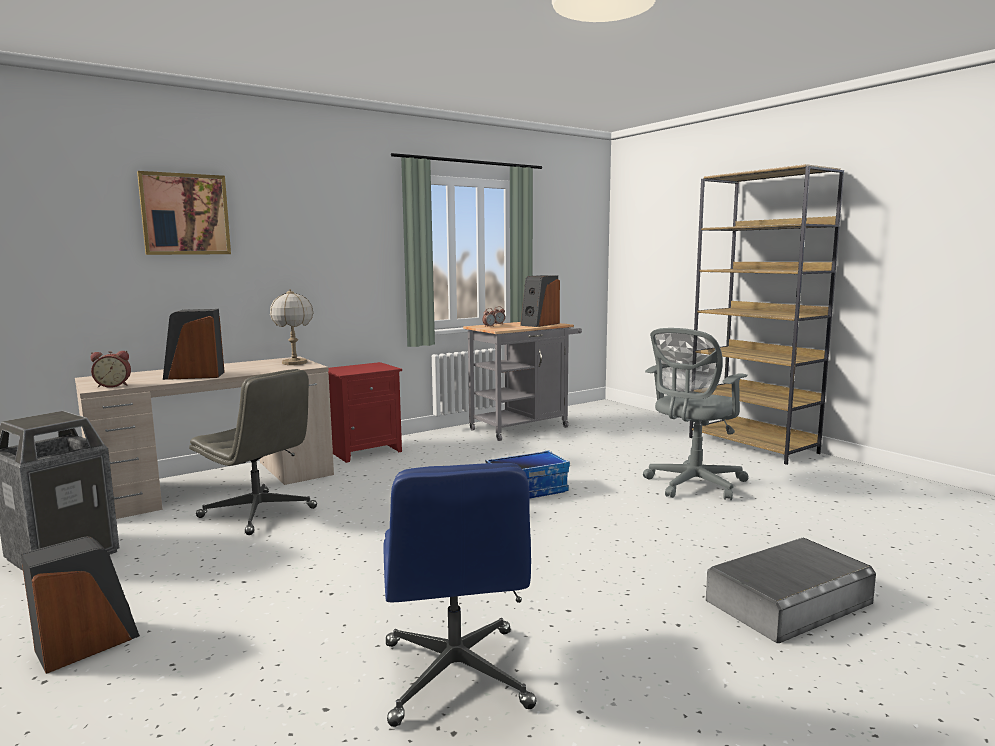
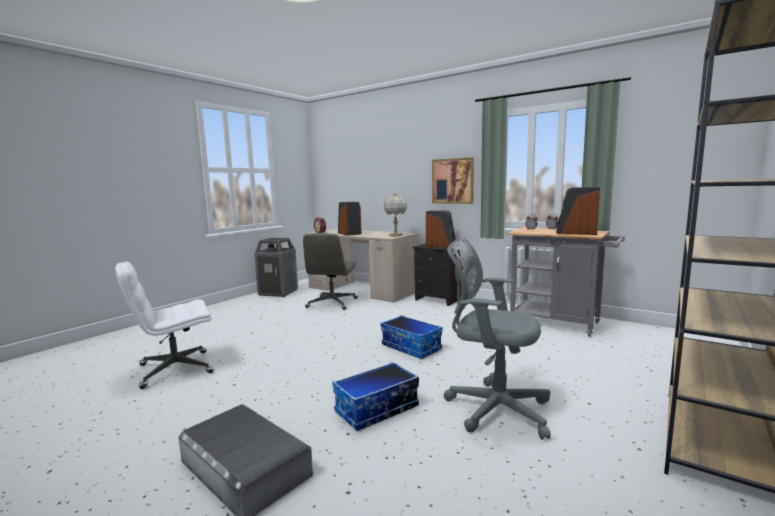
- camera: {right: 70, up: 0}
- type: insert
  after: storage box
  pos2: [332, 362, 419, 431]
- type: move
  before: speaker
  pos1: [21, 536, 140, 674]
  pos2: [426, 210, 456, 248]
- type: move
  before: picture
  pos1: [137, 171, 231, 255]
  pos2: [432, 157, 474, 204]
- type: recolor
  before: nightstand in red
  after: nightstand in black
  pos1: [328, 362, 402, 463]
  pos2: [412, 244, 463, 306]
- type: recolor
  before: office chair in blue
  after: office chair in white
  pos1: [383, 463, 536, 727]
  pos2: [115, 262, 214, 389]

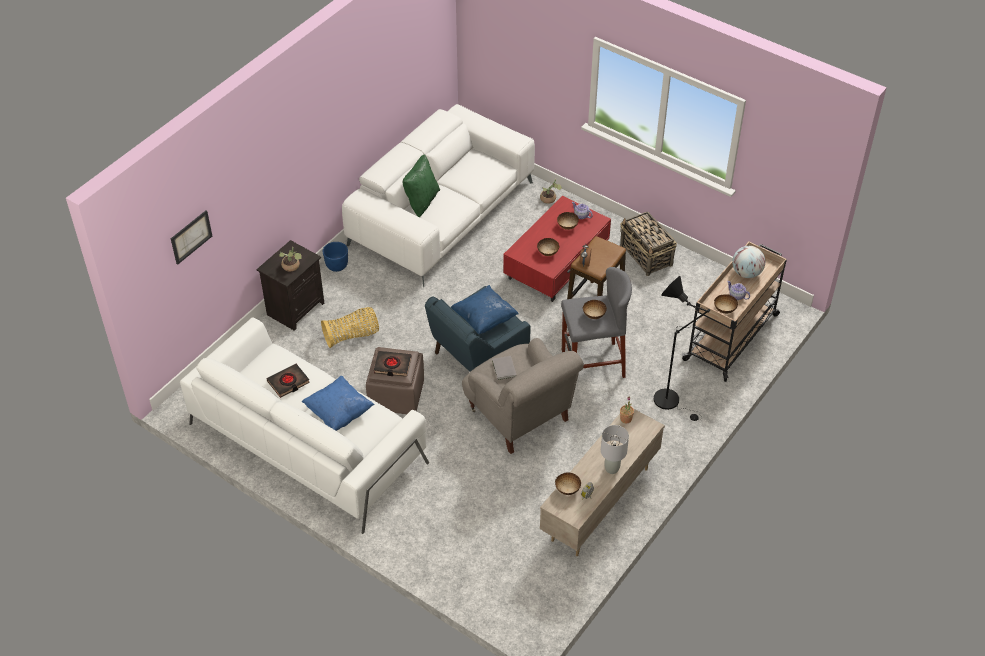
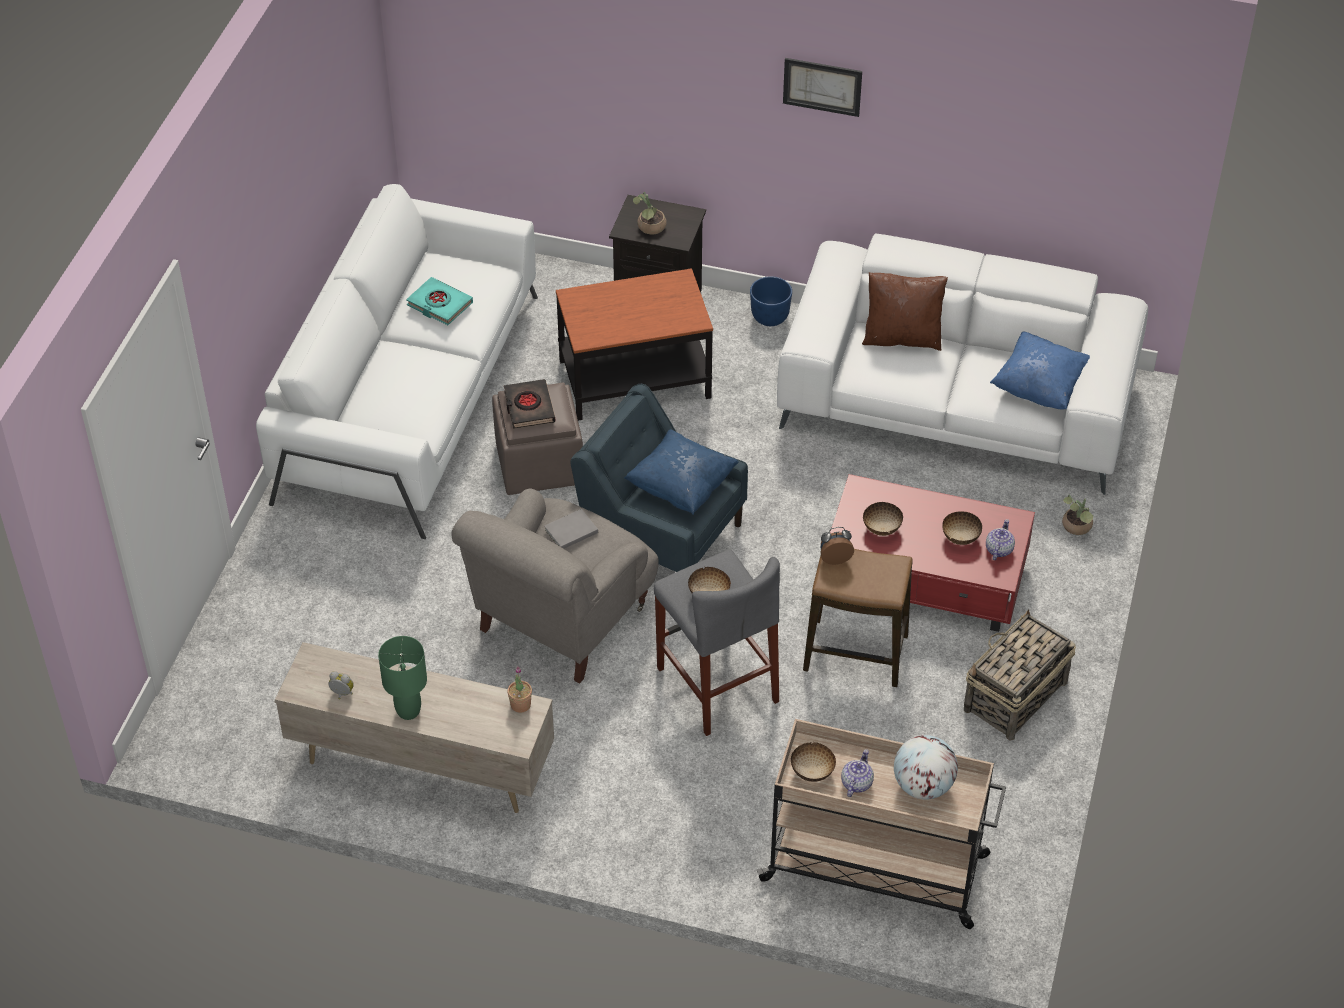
- camera: {right: 70, up: 0}
- type: delete
  before: bowl
  pos1: [555, 472, 581, 495]
- type: delete
  before: floor lamp in black
  pos1: [654, 276, 710, 421]
- type: move
  before: picture
  pos1: [171, 210, 212, 265]
  pos2: [783, 58, 862, 117]
- type: move
  before: pillow in blue
  pos1: [302, 376, 375, 431]
  pos2: [990, 332, 1090, 410]
- type: replace
  before: basket
  after: side table
  pos1: [321, 307, 379, 348]
  pos2: [556, 268, 713, 421]
- type: recolor
  before: book in black
  after: book in turquoise
  pos1: [266, 364, 310, 398]
  pos2: [406, 277, 473, 325]
- type: recolor
  before: pillow in green
  after: pillow in brown
  pos1: [403, 155, 440, 217]
  pos2: [862, 272, 948, 351]
- type: recolor
  before: table lamp in grey
  after: table lamp in green
  pos1: [601, 425, 629, 474]
  pos2: [378, 636, 427, 720]

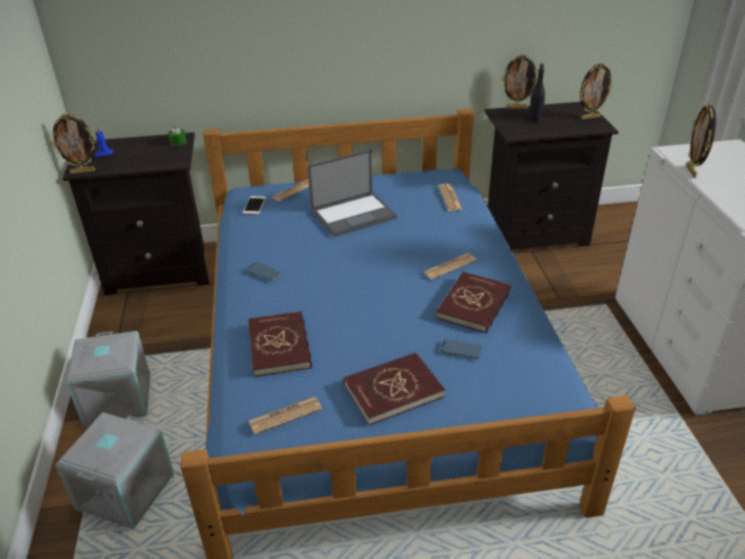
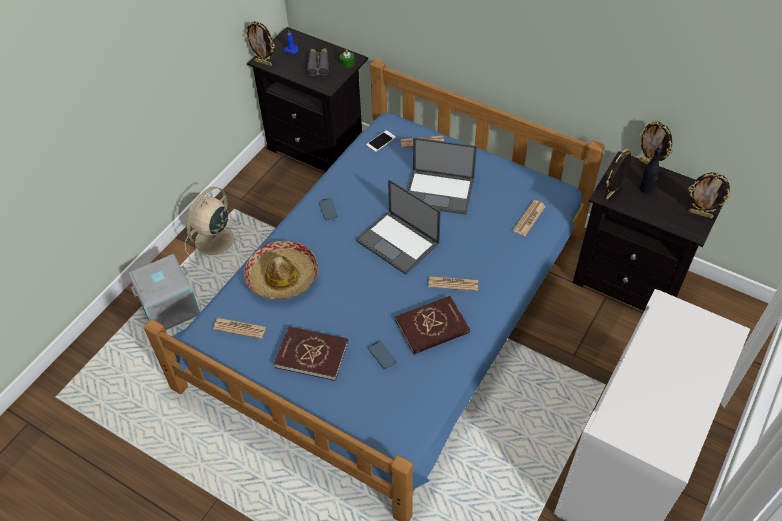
- camera: {right: 40, up: 15}
- type: insert
  after: binoculars in grey
  pos2: [307, 48, 329, 76]
- type: insert
  after: laptop
  pos2: [356, 179, 441, 275]
- type: move
  before: picture frame
  pos1: [686, 102, 716, 178]
  pos2: [606, 149, 631, 199]
- type: replace
  before: storage box in grey
  after: fan in beige
  pos1: [66, 331, 150, 427]
  pos2: [185, 187, 242, 255]
- type: replace
  before: book in red
  after: hat
  pos1: [248, 311, 312, 377]
  pos2: [244, 241, 318, 299]

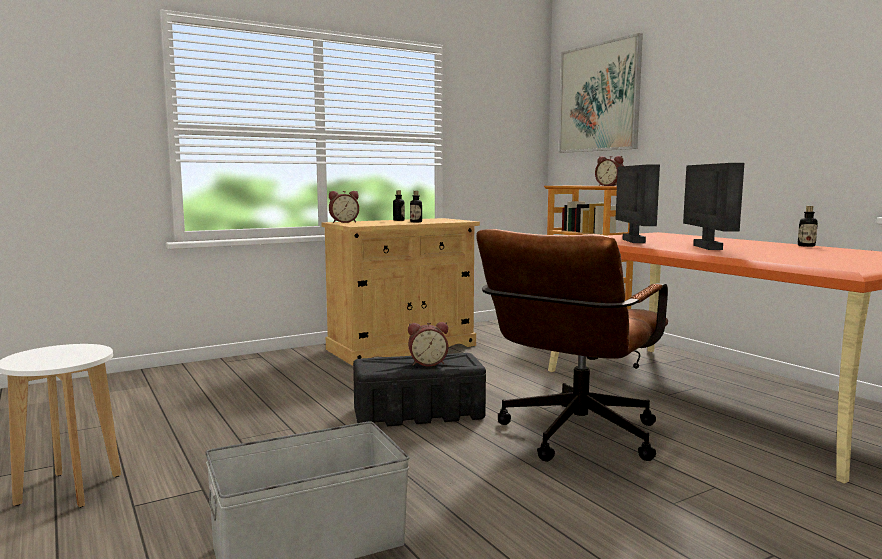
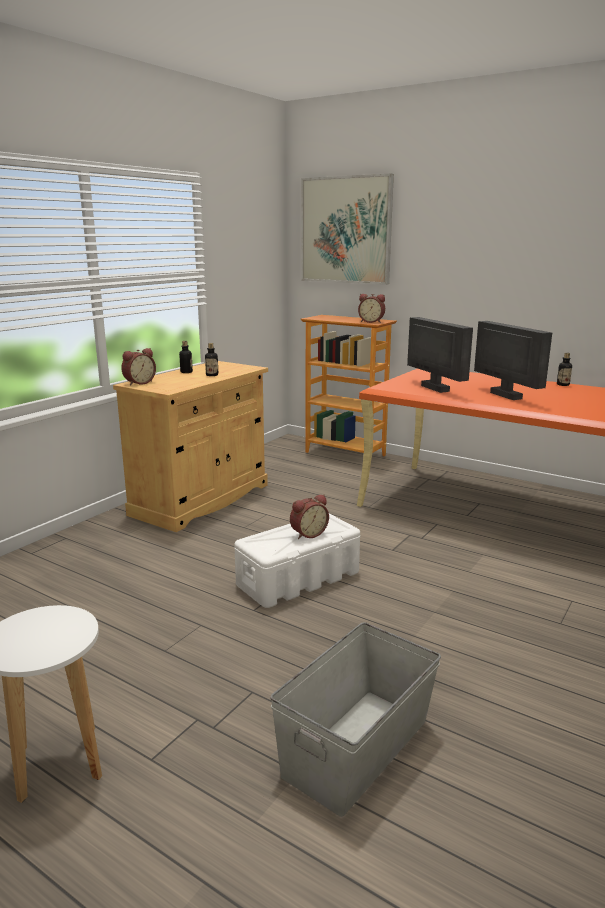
- camera: {right: -25, up: 10}
- type: delete
  before: office chair in brown
  pos1: [476, 229, 668, 461]
- type: recolor
  before: storage box in black
  after: storage box in white
  pos1: [353, 353, 486, 426]
  pos2: [234, 514, 360, 608]

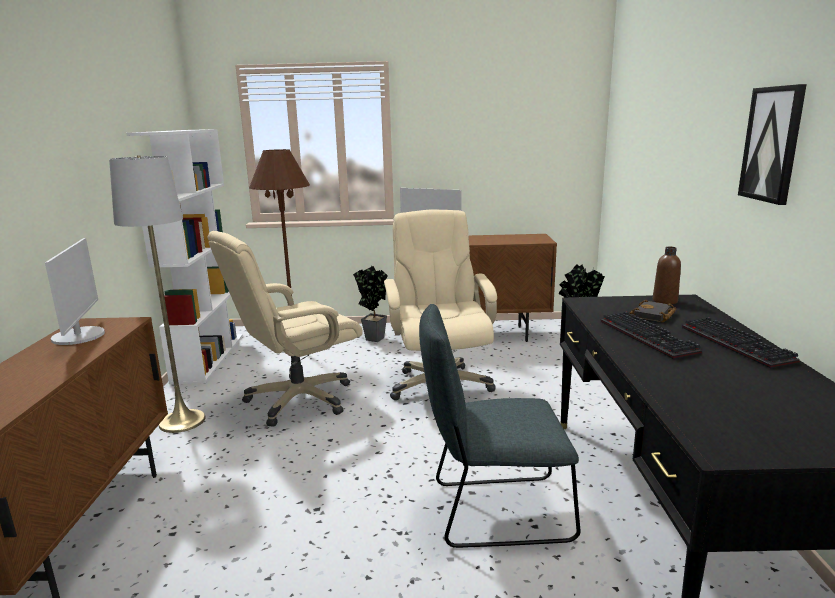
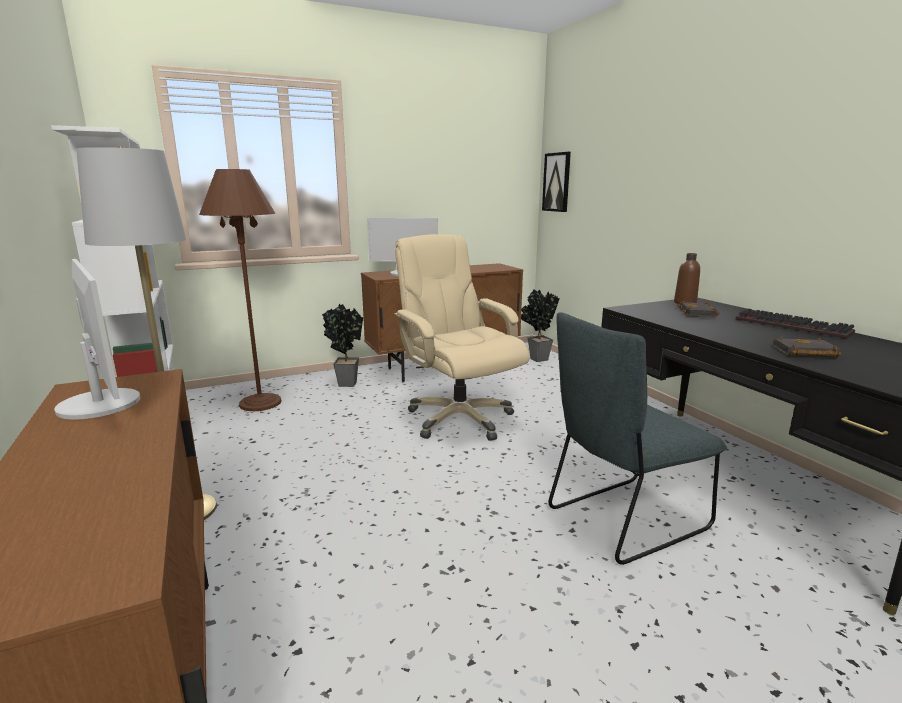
- camera: {right: -25, up: 0}
- type: delete
  before: office chair in beige
  pos1: [207, 231, 363, 427]
- type: delete
  before: keyboard
  pos1: [601, 312, 702, 359]
- type: insert
  after: book in black
  pos2: [774, 337, 841, 358]
- type: move
  before: picture
  pos1: [738, 84, 807, 205]
  pos2: [542, 152, 571, 212]

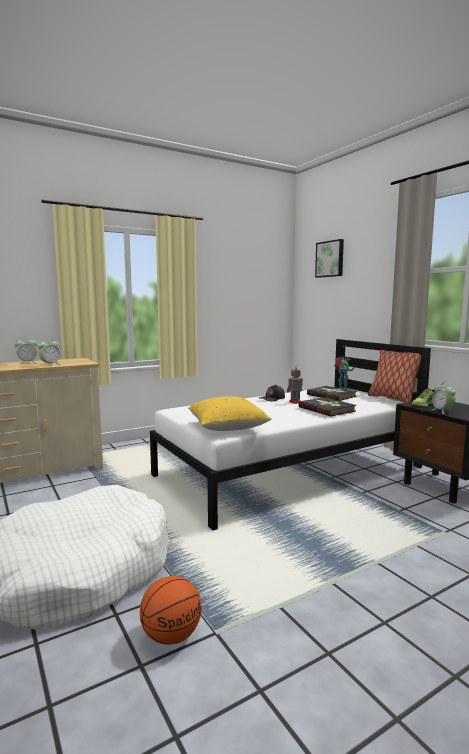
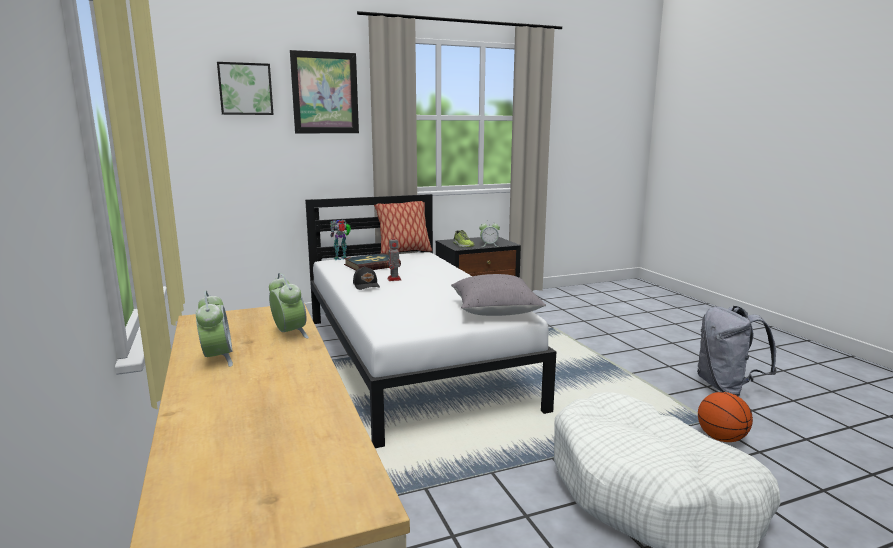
- camera: {right: -80, up: 5}
- type: delete
  before: book
  pos1: [298, 397, 357, 417]
- type: insert
  after: picture
  pos2: [290, 50, 359, 133]
- type: insert
  after: backpack in grey
  pos2: [697, 306, 777, 396]
- type: recolor
  before: pillow in yellow
  after: pillow in grey
  pos1: [188, 396, 272, 431]
  pos2: [451, 274, 546, 316]

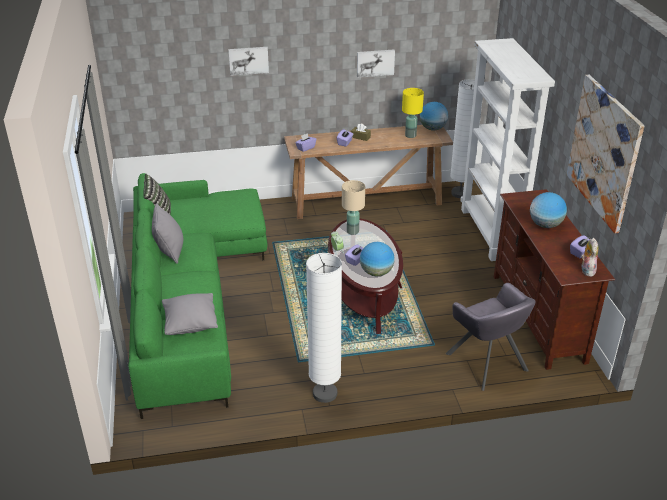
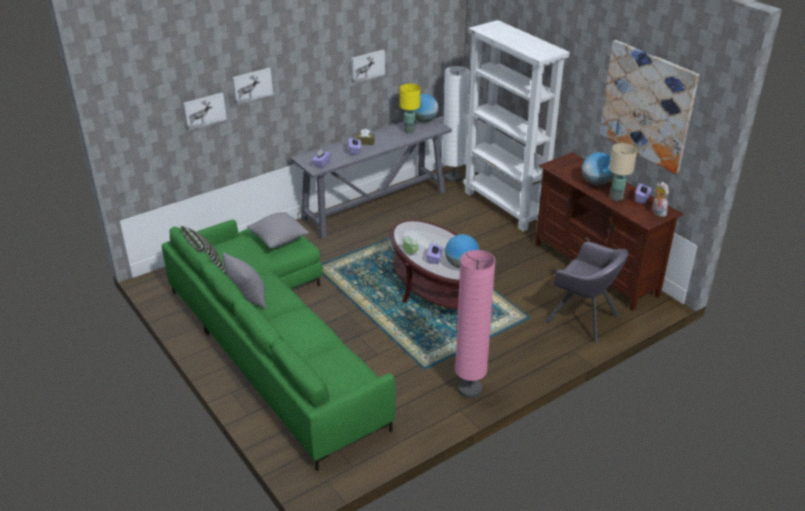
- camera: {right: -25, up: 0}
- type: insert
  after: picture
  pos2: [183, 93, 227, 131]
- type: move
  before: pillow in grey
  pos1: [162, 293, 218, 335]
  pos2: [247, 212, 309, 248]
- type: move
  before: table lamp in beige
  pos1: [342, 180, 365, 235]
  pos2: [609, 143, 637, 201]
- type: recolor
  before: console table in brown
  after: console table in grey
  pos1: [284, 125, 453, 219]
  pos2: [291, 119, 452, 238]
- type: recolor
  before: floor lamp in white
  after: floor lamp in pink
  pos1: [306, 253, 342, 403]
  pos2: [455, 250, 495, 398]

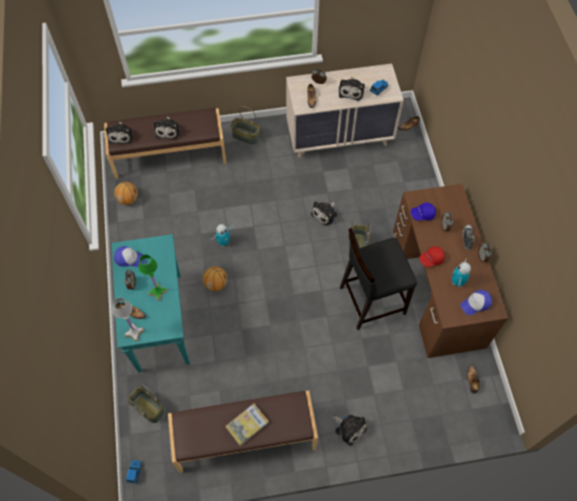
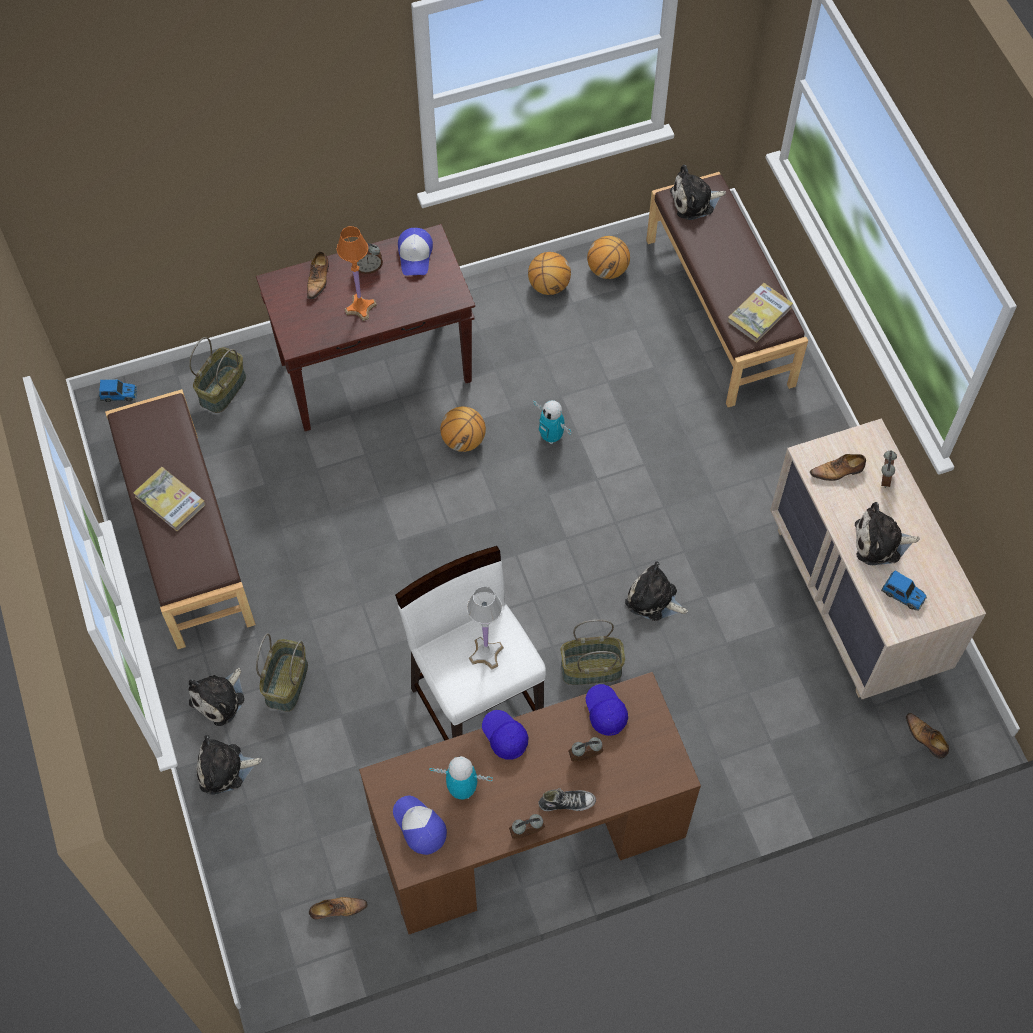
- camera: {right: 80, up: 0}
- type: insert
  after: basketball
  pos2: [528, 252, 571, 295]
- type: insert
  after: book
  pos2: [727, 283, 793, 343]
- type: move
  before: table lamp in white
  pos1: [112, 298, 144, 342]
  pos2: [467, 586, 504, 669]
- type: move
  before: plush toy
  pos1: [154, 116, 180, 139]
  pos2: [197, 735, 262, 795]
- type: move
  before: basket
  pos1: [231, 106, 260, 145]
  pos2: [256, 633, 308, 712]
- type: recolor
  before: console table in turquoise
  after: console table in brown
  pos1: [112, 234, 190, 373]
  pos2: [256, 224, 475, 431]
- type: recolor
  before: table lamp in green
  after: table lamp in orange
  pos1: [138, 254, 168, 301]
  pos2: [337, 226, 377, 321]
- type: recolor
  before: stool in black
  after: stool in white
  pos1: [340, 228, 417, 330]
  pos2: [395, 546, 546, 741]
- type: recolor
  before: cap in red
  after: cap in blue
  pos1: [419, 246, 445, 267]
  pos2: [482, 710, 528, 760]

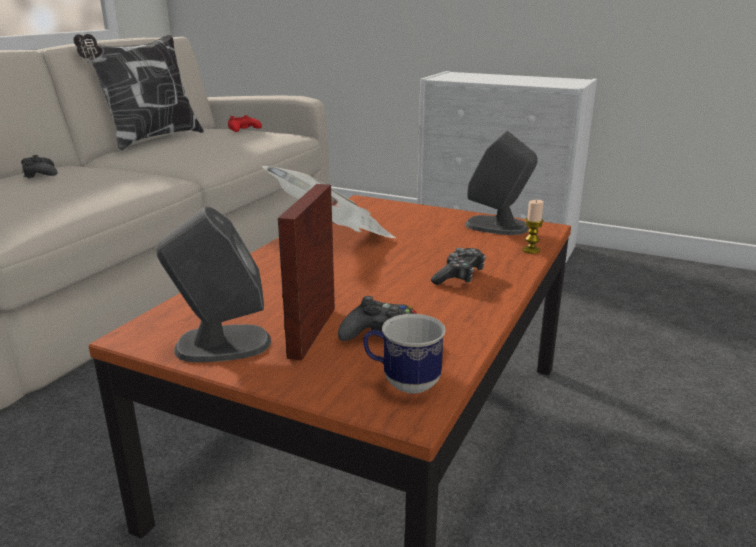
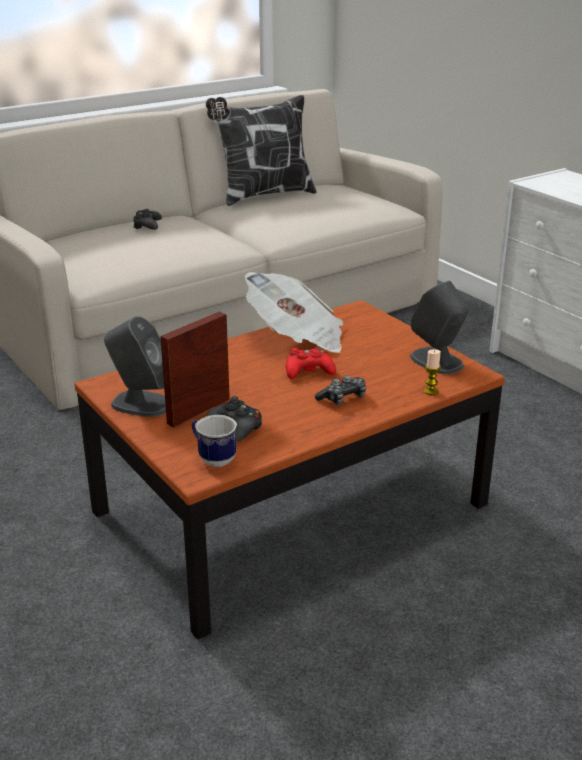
- camera: {right: 30, up: 5}
- type: move
  before: game controller in red
  pos1: [228, 115, 262, 132]
  pos2: [286, 348, 336, 379]

